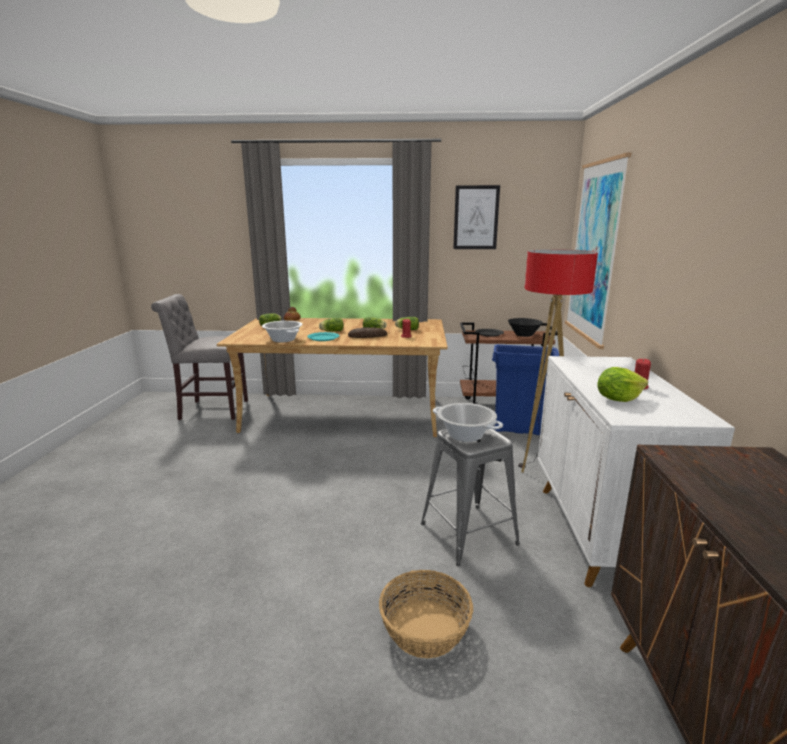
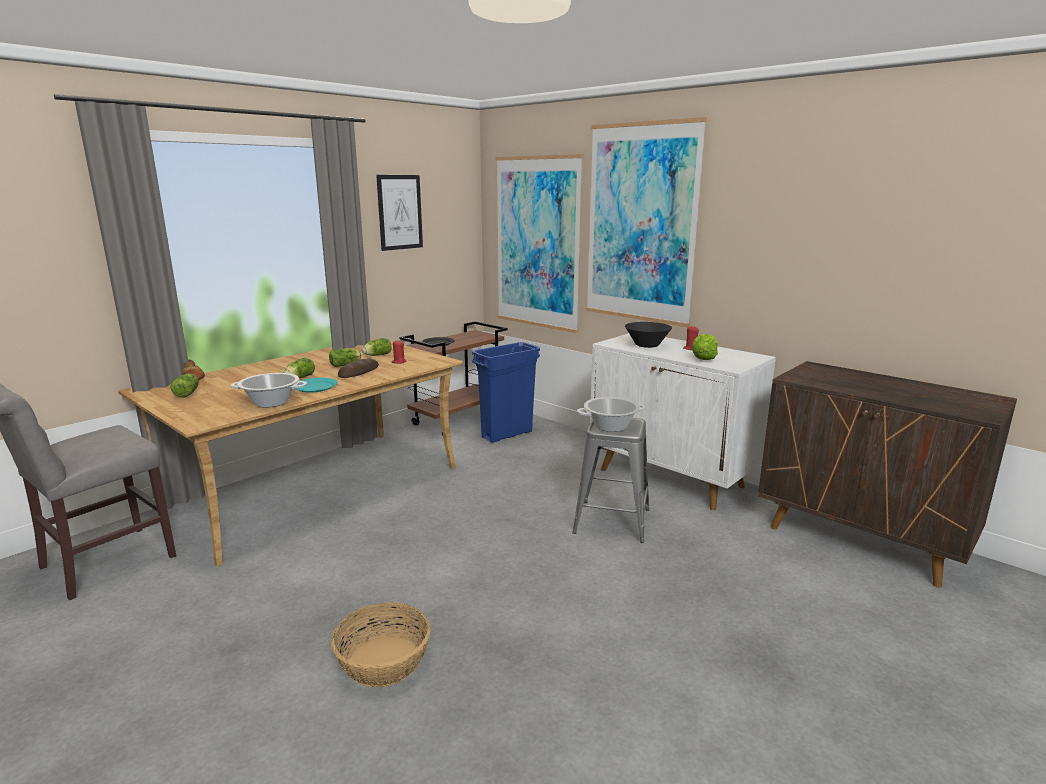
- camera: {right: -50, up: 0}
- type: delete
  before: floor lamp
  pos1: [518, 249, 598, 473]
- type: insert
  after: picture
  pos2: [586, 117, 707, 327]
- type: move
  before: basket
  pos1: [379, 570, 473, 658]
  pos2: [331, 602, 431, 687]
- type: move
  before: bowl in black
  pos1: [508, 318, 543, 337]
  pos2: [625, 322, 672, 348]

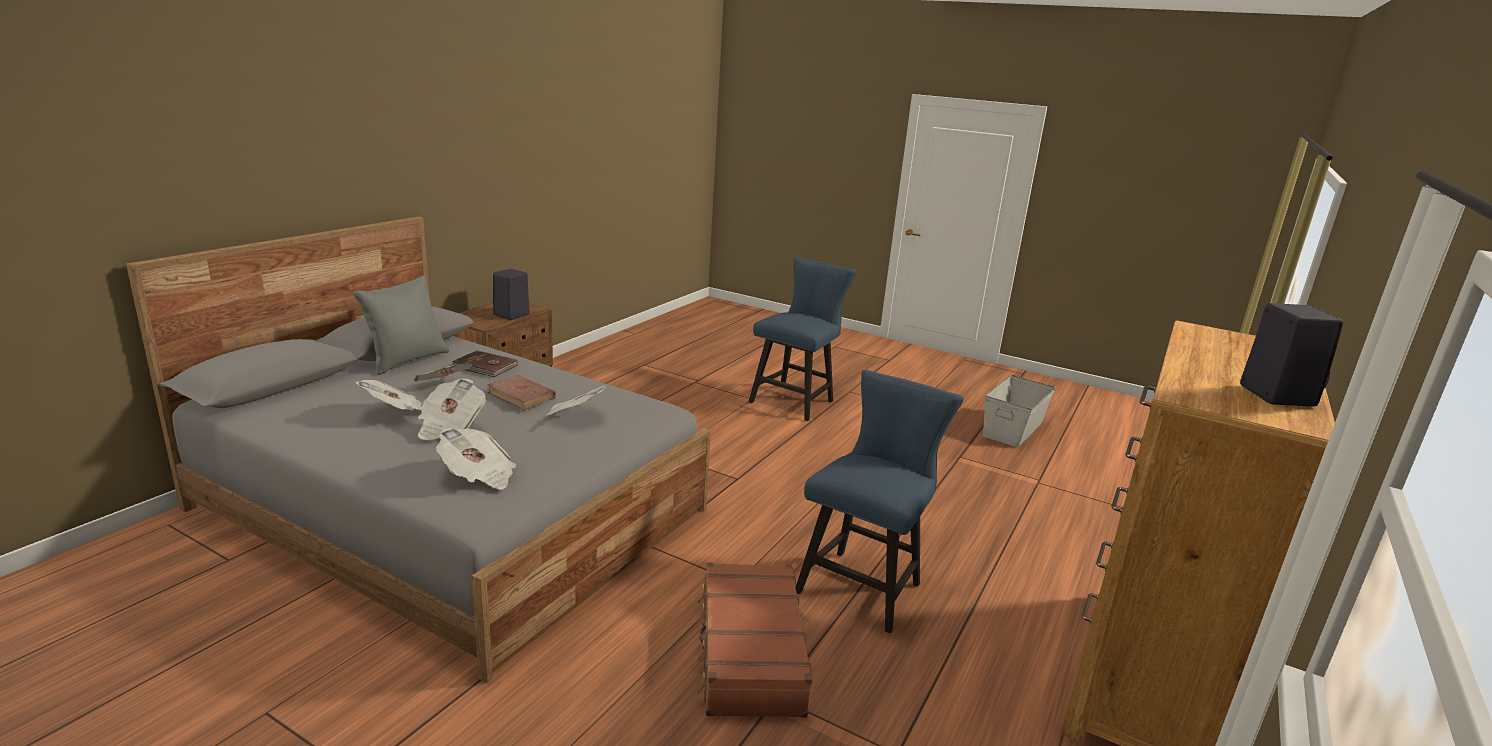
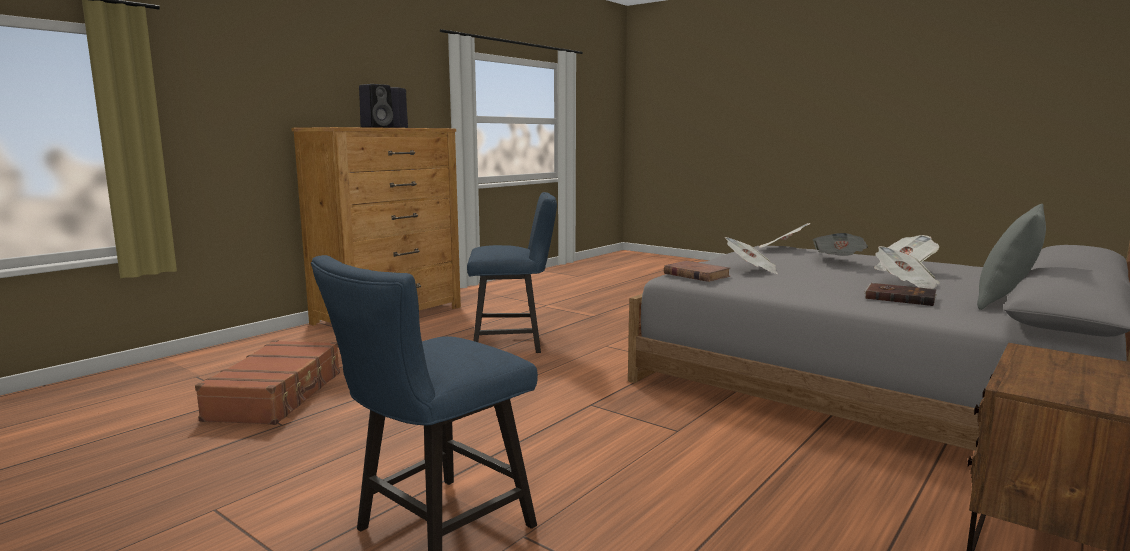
- camera: {right: -170, up: -10}
- type: delete
  before: storage box in grey
  pos1: [983, 375, 1056, 447]
- type: move
  before: book in brown
  pos1: [487, 375, 556, 410]
  pos2: [664, 261, 730, 282]
- type: move
  before: speaker in black
  pos1: [493, 269, 530, 320]
  pos2: [359, 84, 394, 128]
- type: move
  before: suitcase in brown
  pos1: [697, 562, 813, 717]
  pos2: [195, 340, 340, 425]
- type: rotate
  before: chair in blue
  pos1: [795, 370, 964, 633]
  pos2: [467, 192, 557, 353]
  turn: -135

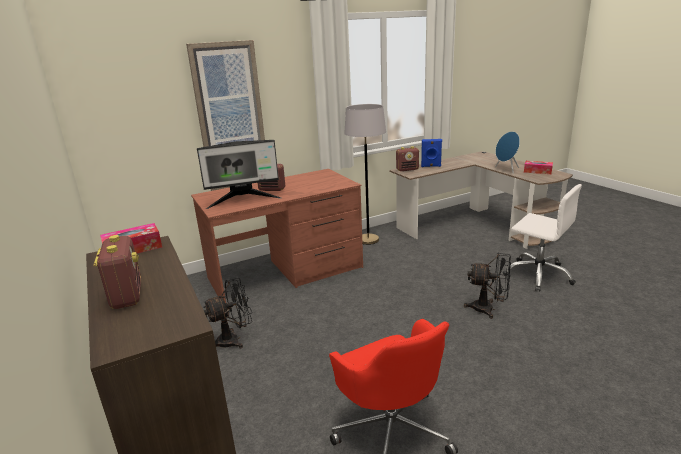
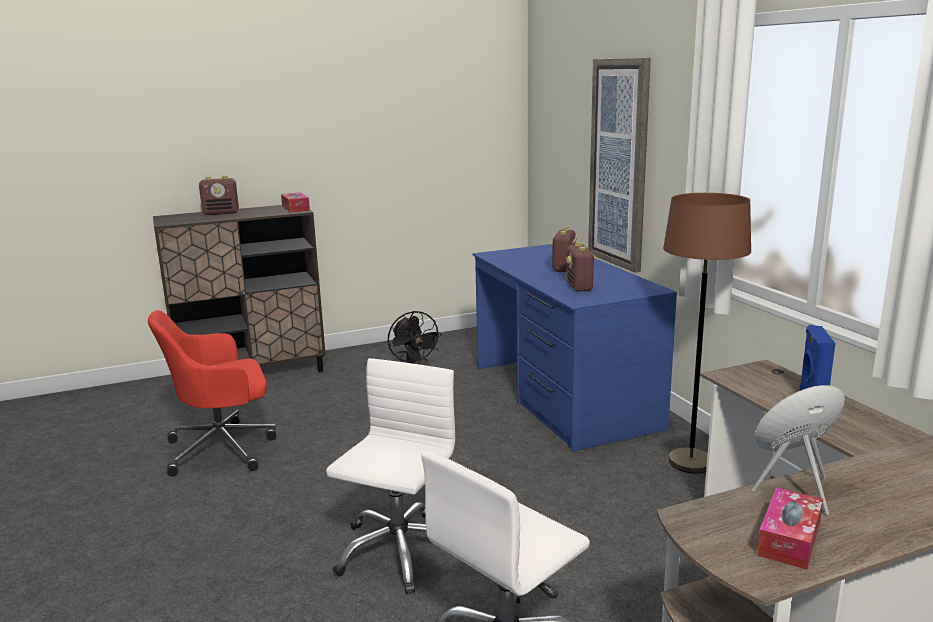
- camera: {right: 95, up: -5}
- type: delete
  before: monitor
  pos1: [197, 140, 281, 209]
- type: move
  before: radio
  pos1: [396, 146, 419, 171]
  pos2: [566, 242, 597, 292]
- type: replace
  before: fan in black
  after: office chair in white
  pos1: [464, 253, 511, 319]
  pos2: [326, 358, 455, 594]
- type: recolor
  before: desk in brown
  after: desk in blue
  pos1: [191, 169, 363, 303]
  pos2: [473, 244, 677, 452]
- type: recolor
  before: floor lamp in grey
  after: floor lamp in brown
  pos1: [344, 104, 386, 245]
  pos2: [663, 193, 751, 474]

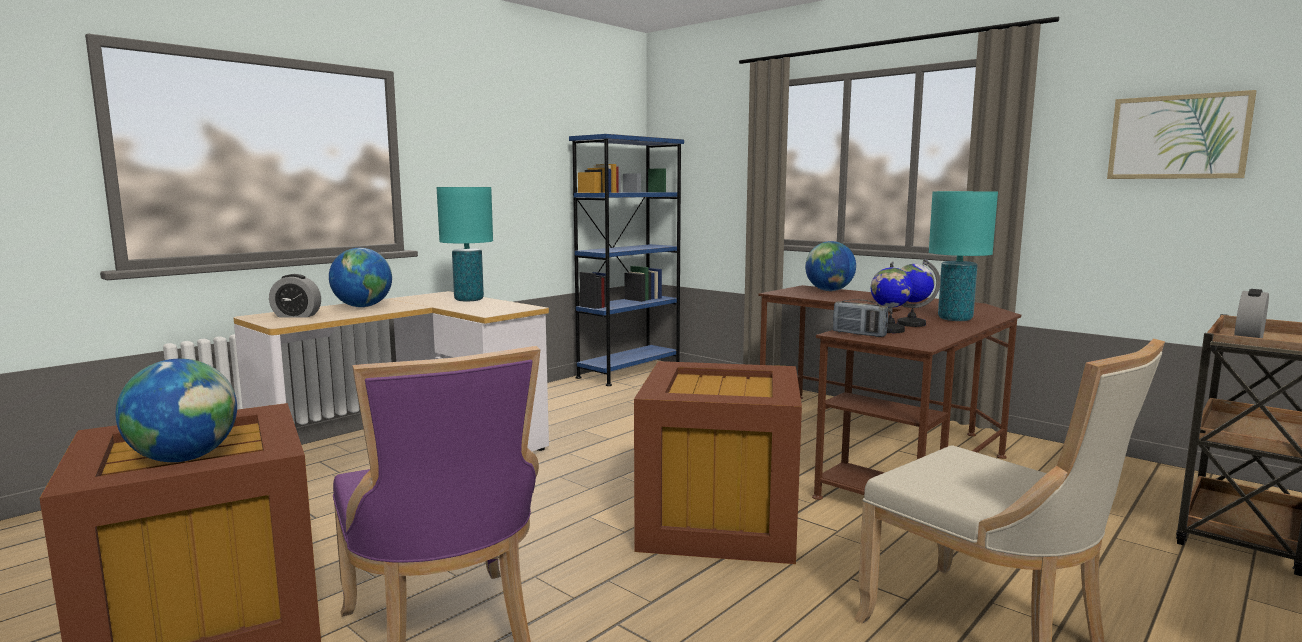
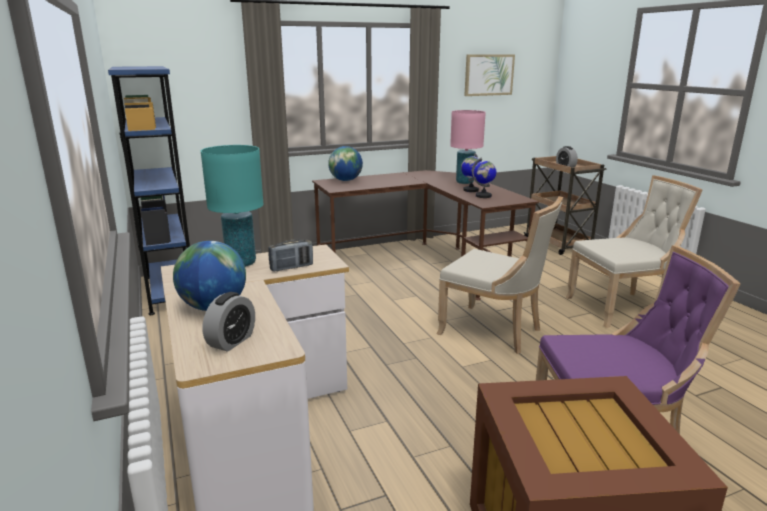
- camera: {right: -65, up: 10}
- type: delete
  before: globe
  pos1: [115, 359, 237, 462]
- type: move
  before: radio
  pos1: [833, 299, 888, 337]
  pos2: [269, 239, 313, 272]
- type: replace
  before: storage box in brown
  after: chair in beige
  pos1: [634, 361, 802, 564]
  pos2: [437, 196, 563, 354]
- type: recolor
  before: table lamp in turquoise
  after: table lamp in pink
  pos1: [929, 191, 998, 321]
  pos2: [450, 110, 486, 184]

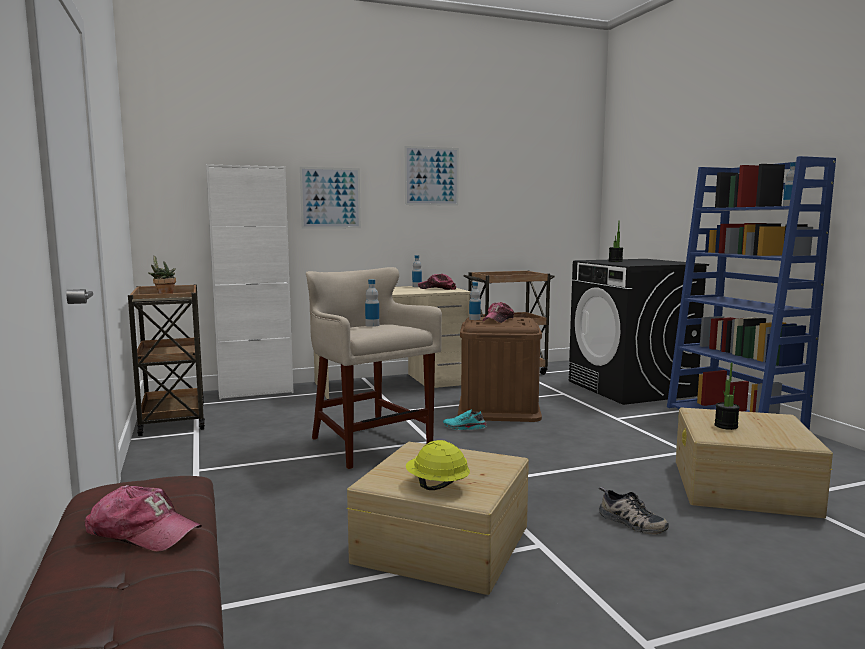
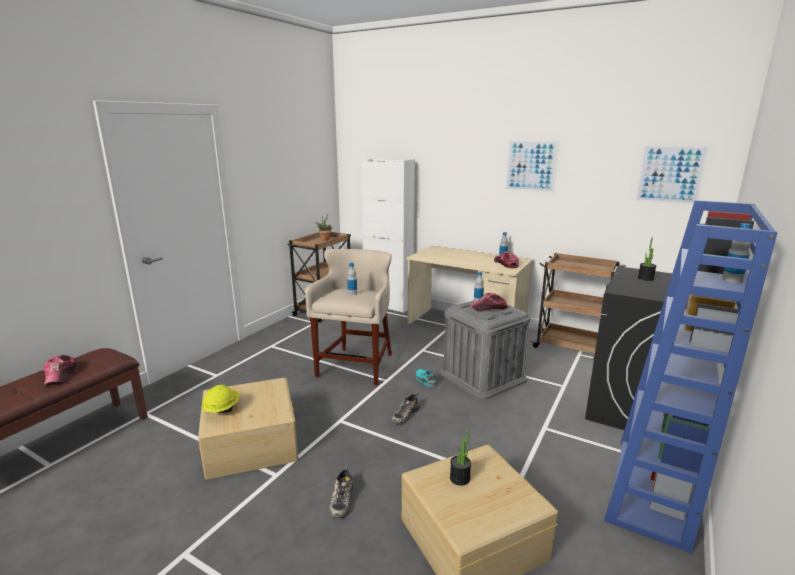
- camera: {right: 50, up: 10}
- type: insert
  after: shoe
  pos2: [392, 392, 420, 425]
- type: move
  before: picture
  pos1: [300, 167, 361, 229]
  pos2: [635, 145, 709, 205]
- type: recolor
  before: storage box in brown
  after: storage box in grey
  pos1: [458, 317, 542, 422]
  pos2: [440, 300, 530, 400]

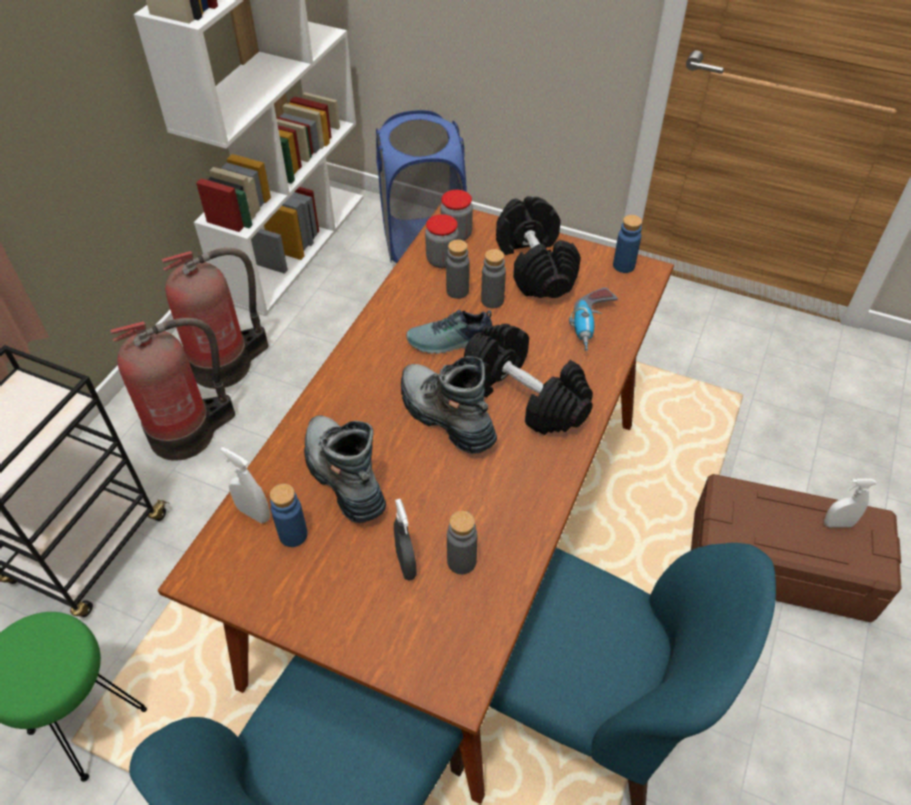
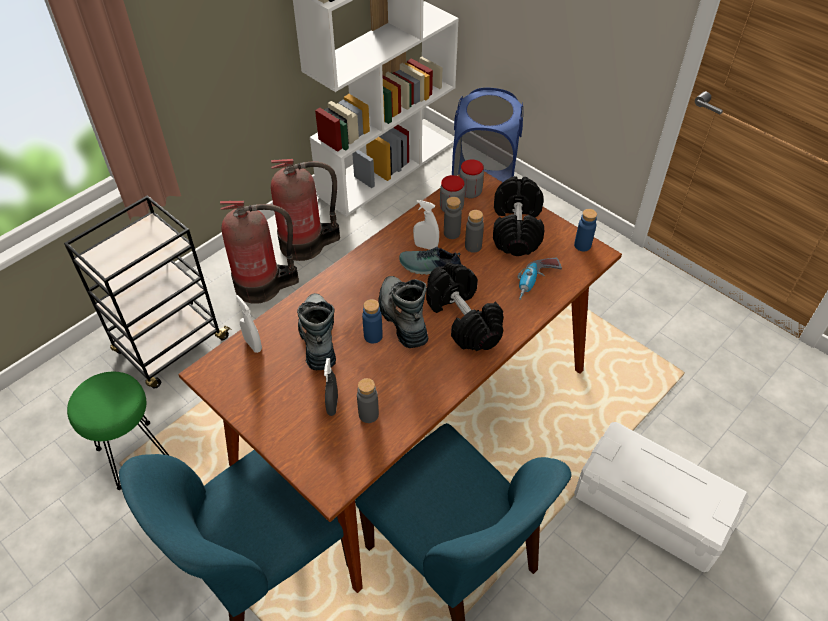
- camera: {right: 20, up: 0}
- type: move
  before: bottle in blue
  pos1: [270, 484, 308, 547]
  pos2: [362, 299, 383, 343]
- type: move
  before: spray bottle in white
  pos1: [824, 479, 877, 528]
  pos2: [413, 200, 439, 250]
- type: recolor
  before: storage box in brown
  after: storage box in white
  pos1: [691, 474, 902, 623]
  pos2: [574, 422, 749, 572]

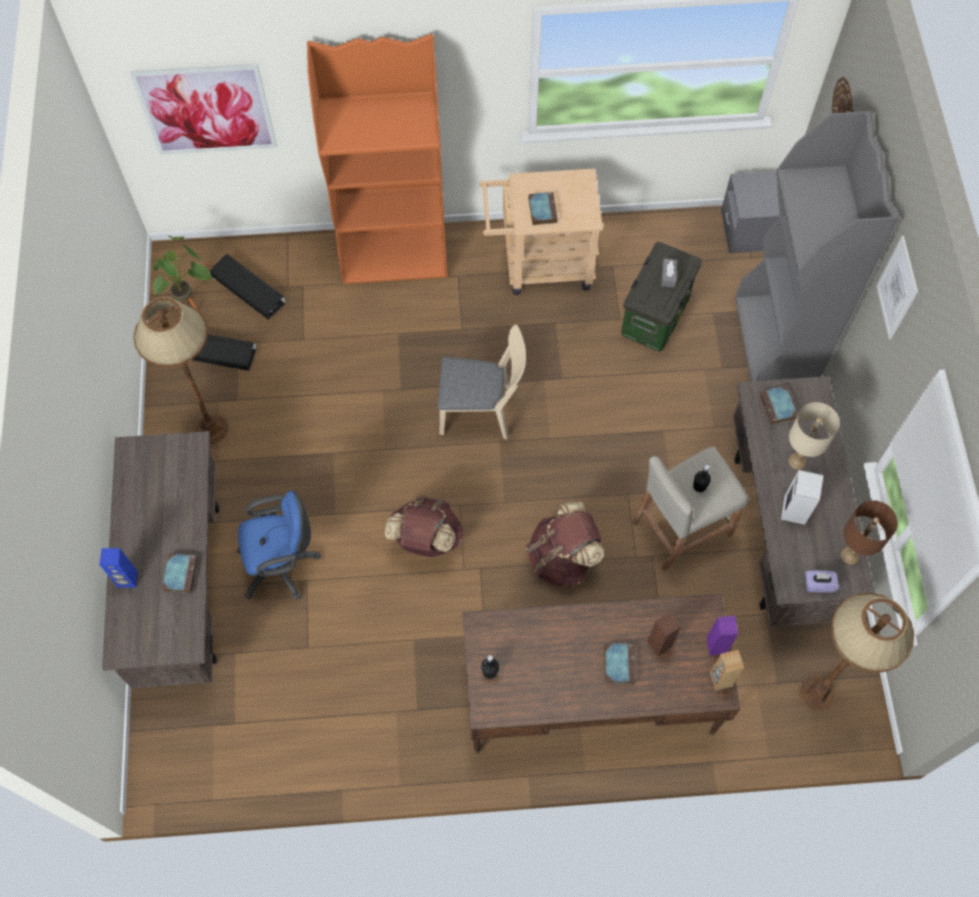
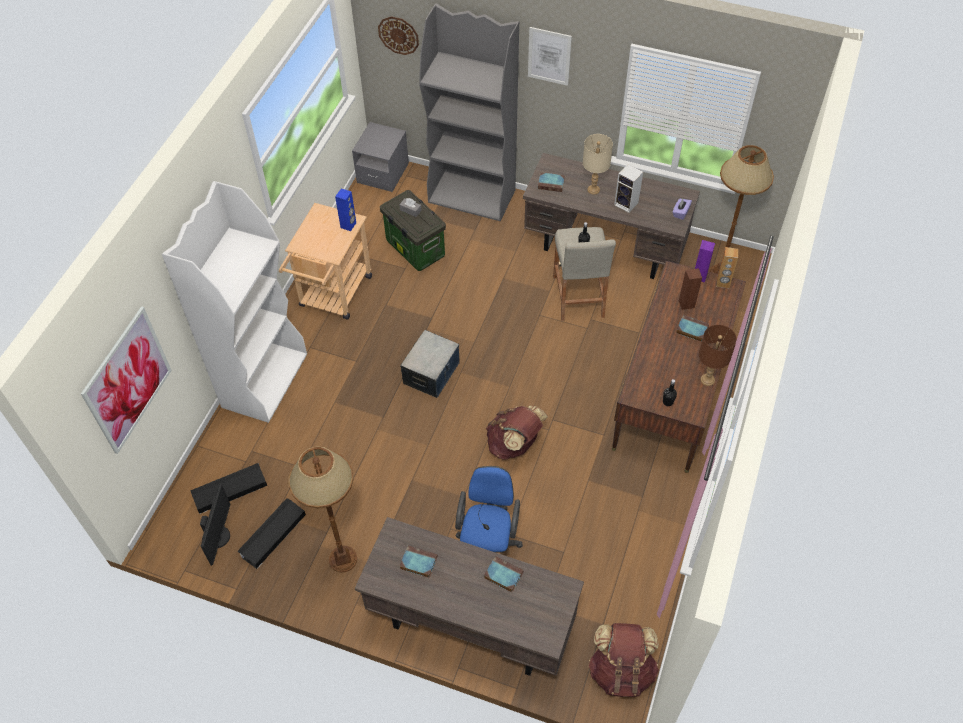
- camera: {right: -65, up: -10}
- type: move
  before: speaker in blue
  pos1: [99, 548, 138, 587]
  pos2: [335, 189, 356, 231]
- type: move
  before: backpack in brown
  pos1: [526, 502, 604, 588]
  pos2: [589, 623, 659, 697]
- type: move
  before: book
  pos1: [528, 192, 558, 225]
  pos2: [400, 546, 438, 578]
- type: move
  before: table lamp in brown
  pos1: [841, 500, 898, 565]
  pos2: [699, 325, 737, 386]
- type: replace
  before: potted plant
  after: monitor
  pos1: [153, 235, 212, 311]
  pos2: [200, 484, 230, 566]
- type: replace
  before: chair in beige
  after: storage box
  pos1: [438, 325, 526, 440]
  pos2: [400, 330, 460, 398]
- type: recolor
  before: bookcase in orange
  after: bookcase in white
  pos1: [307, 34, 447, 284]
  pos2: [162, 181, 307, 423]

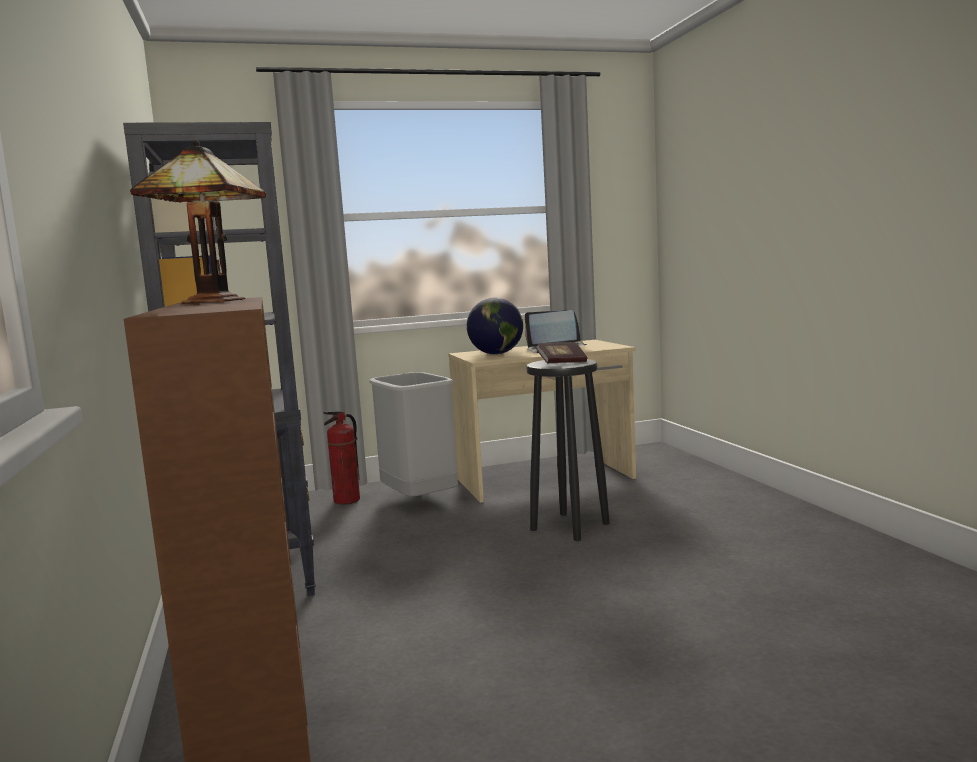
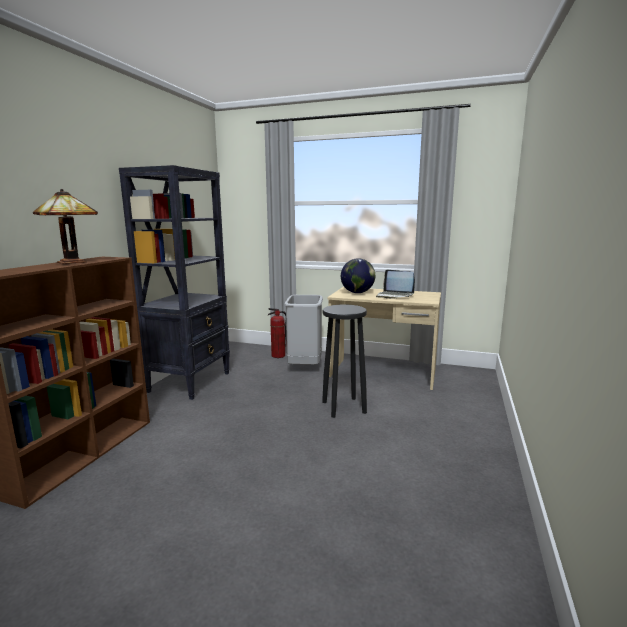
- camera: {right: 35, up: 5}
- type: delete
  before: book
  pos1: [536, 342, 587, 363]

